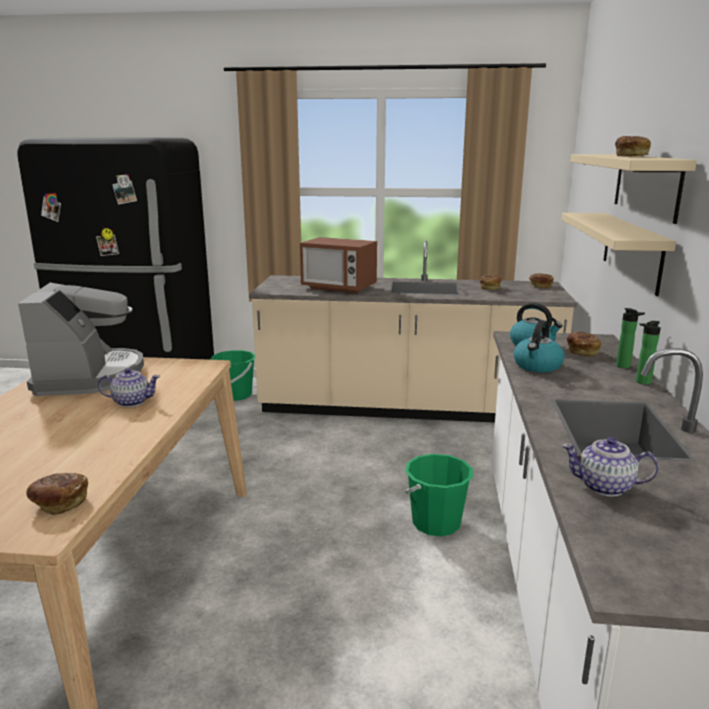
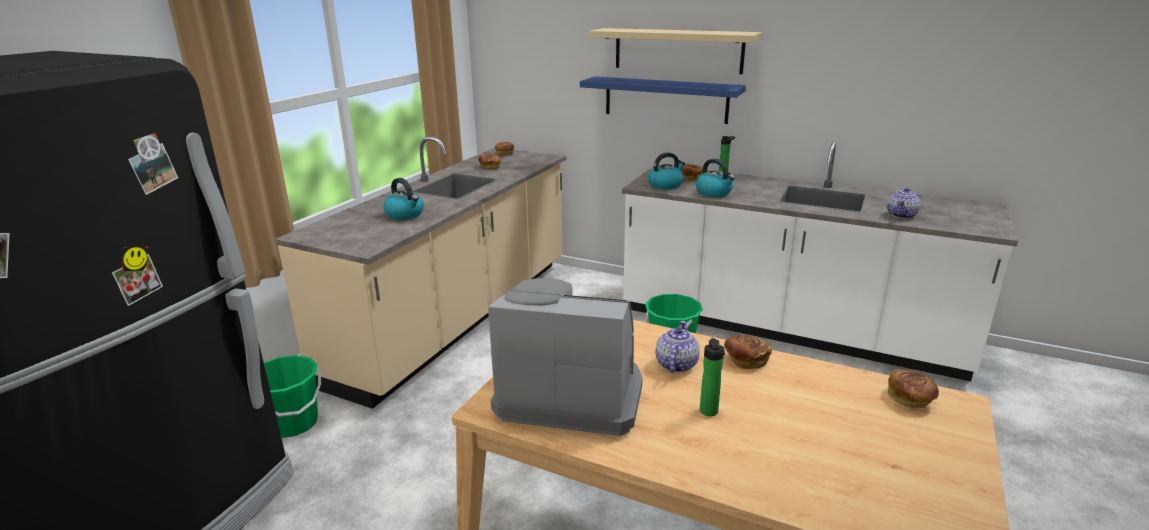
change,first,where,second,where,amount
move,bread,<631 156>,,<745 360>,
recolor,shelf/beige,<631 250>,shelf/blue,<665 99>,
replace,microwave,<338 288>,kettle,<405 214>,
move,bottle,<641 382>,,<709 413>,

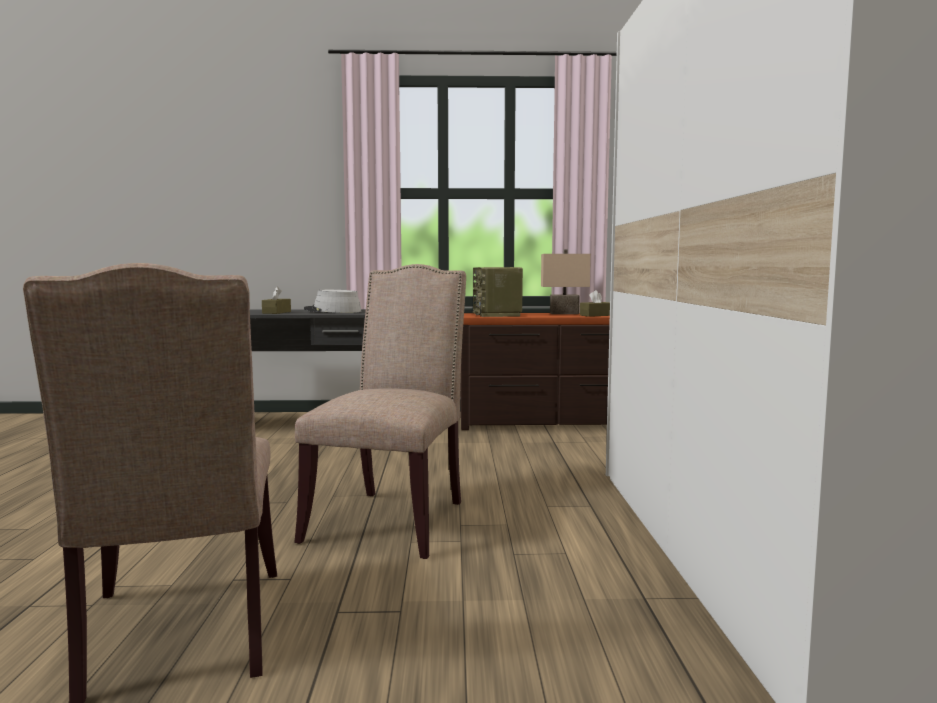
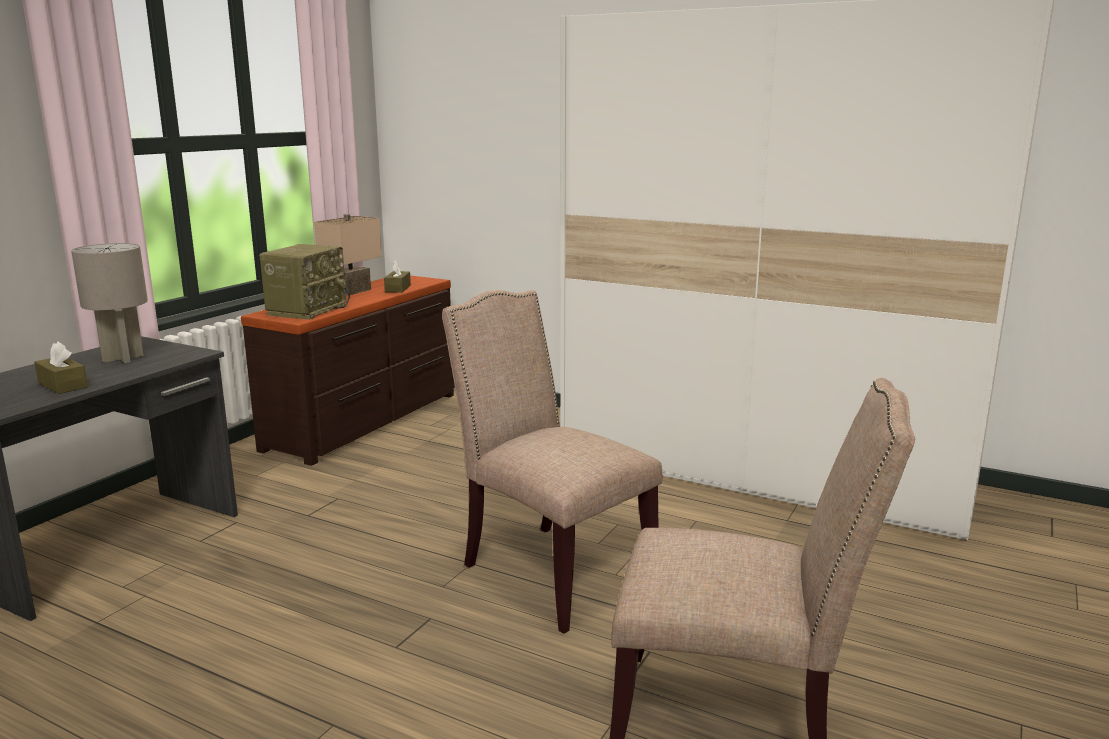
change,first,where,second,where,amount
rotate,radio,<497 314>,,<307 310>,90 degrees counterclockwise
replace,hat/grey,<332 311>,table lamp/grey,<123 358>,

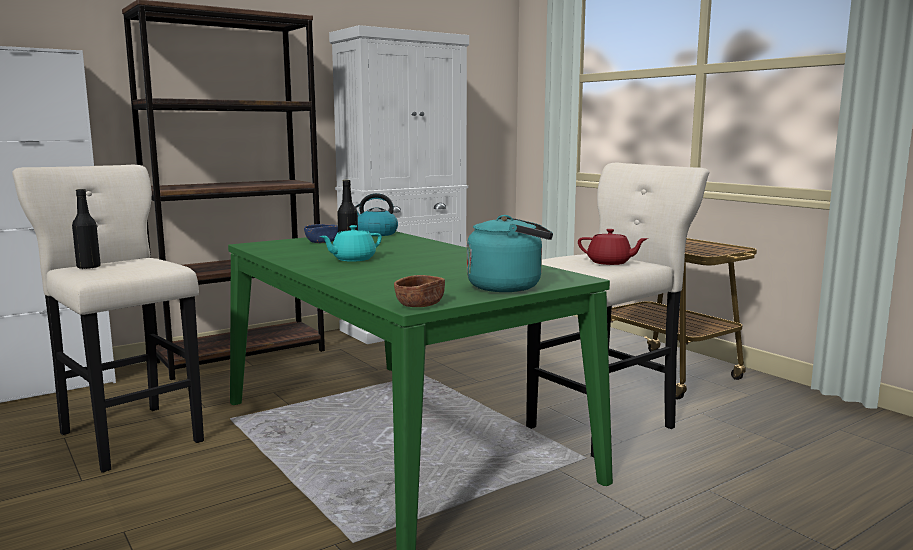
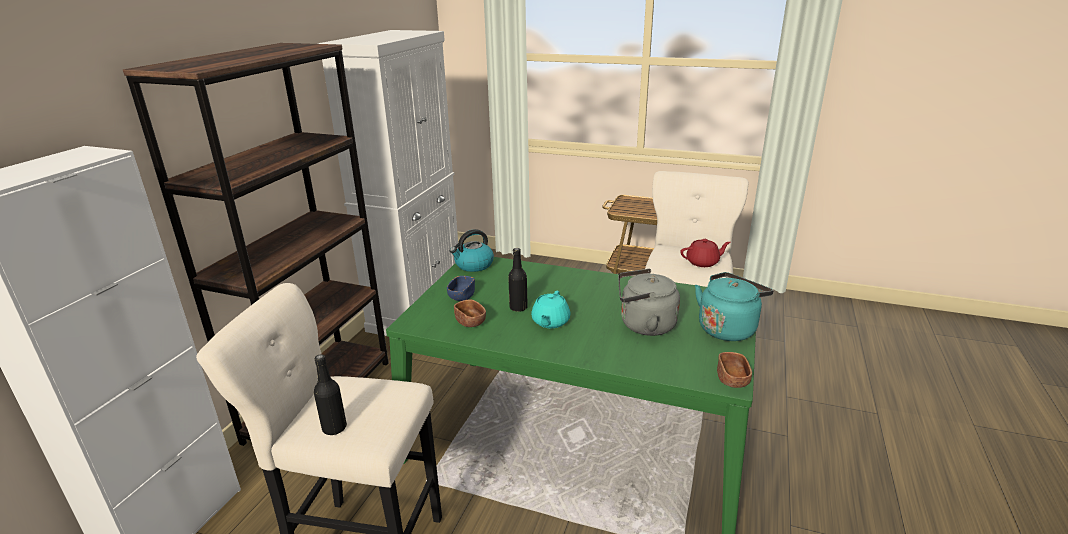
change,first,where,second,where,amount
insert,,,kettle/grey,<644 325>,
insert,,,bowl/brown,<470 322>,

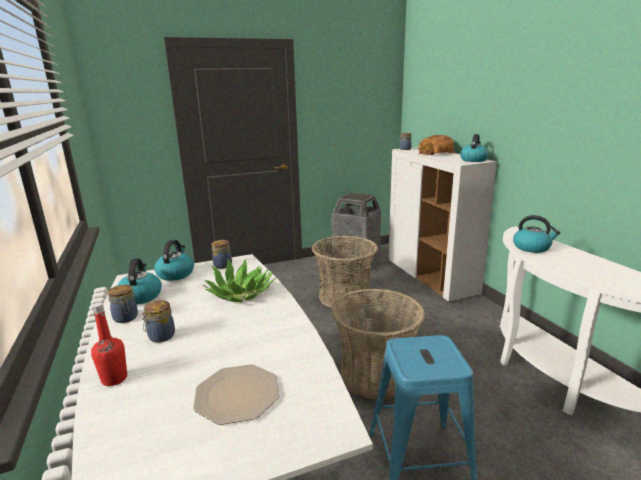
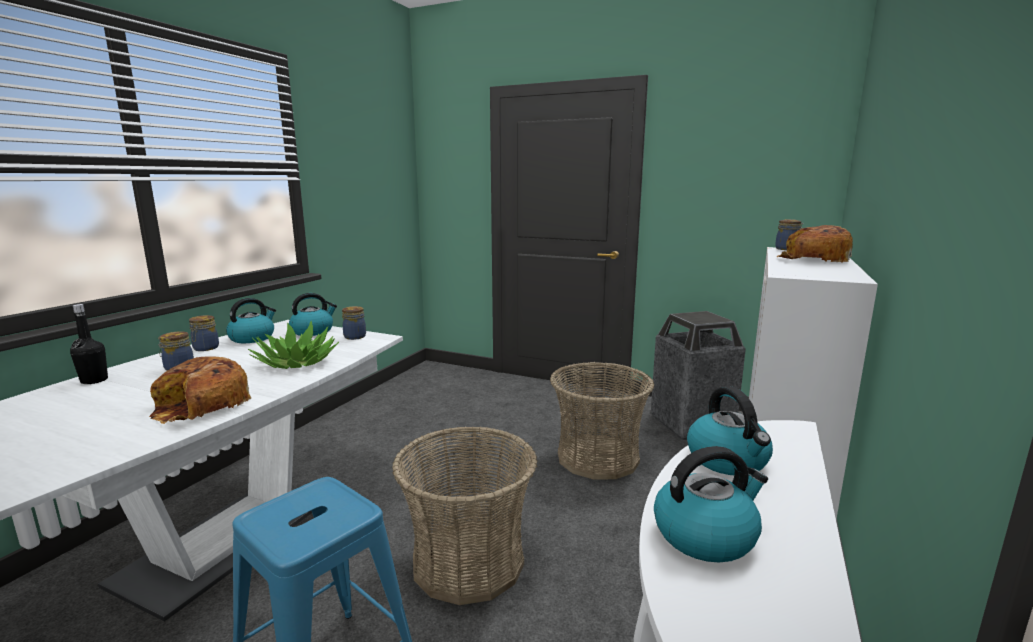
change,first,where,second,where,amount
move,kettle,<473 160>,,<705 534>,
recolor,bottle/red,<114 379>,bottle/black,<94 380>,
delete,plate,<238 394>,,,
insert,,,bread,<201 406>,

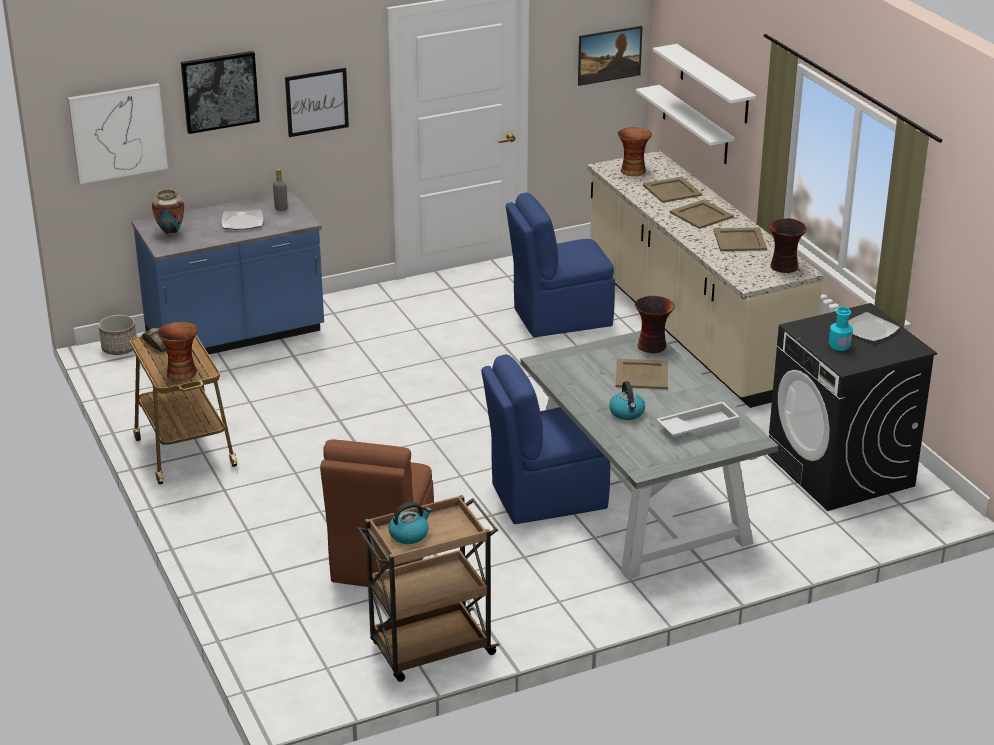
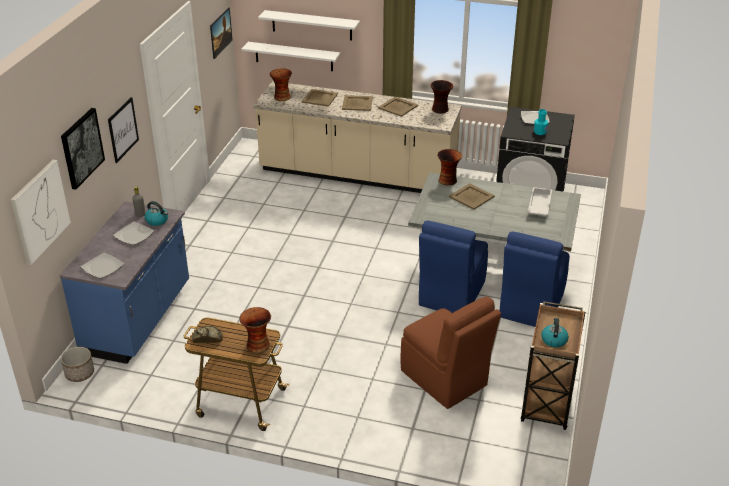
change,first,where,second,where,amount
replace,vase,<170 233>,plate,<103 267>,
move,chair/blue,<560 317>,,<530 306>,
move,kettle,<627 413>,,<157 220>,

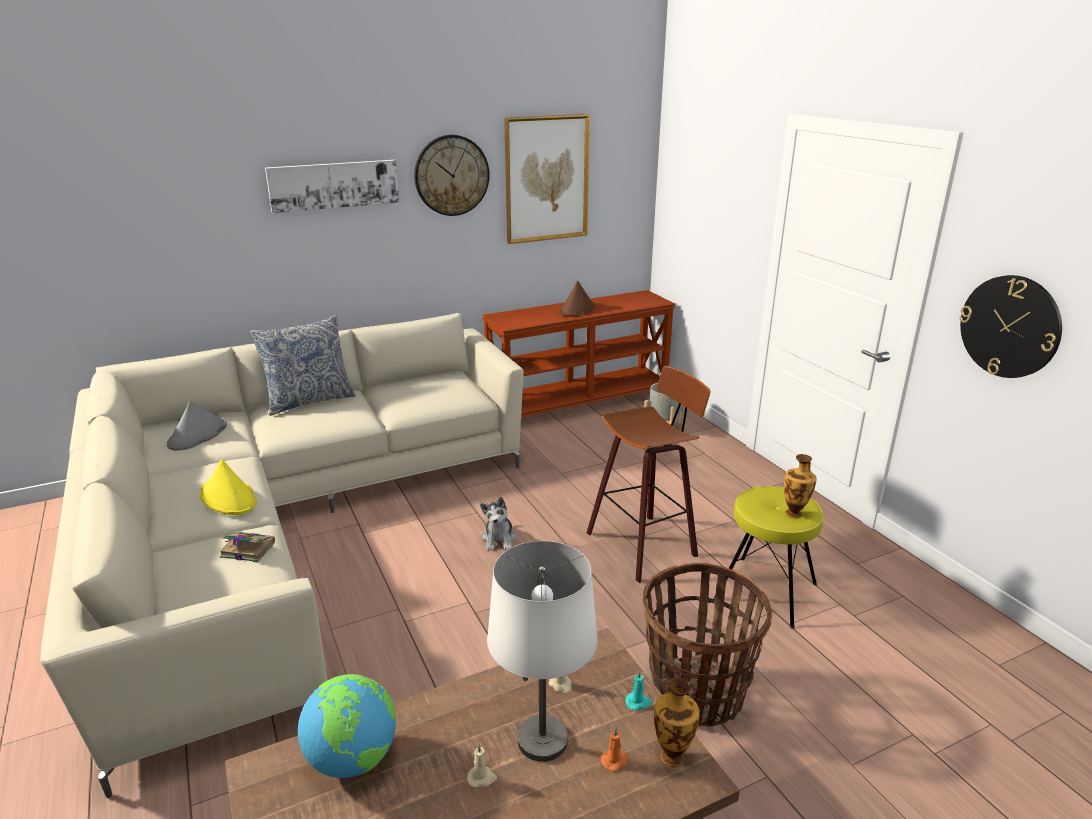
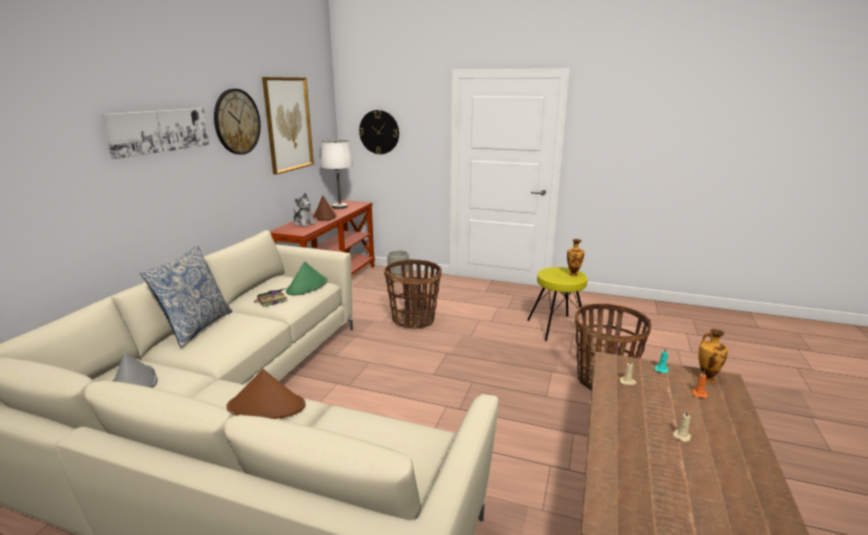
change,first,where,second,where,amount
move,wall clock,<1009 326>,,<379 132>,
delete,stool,<645 544>,,,
recolor,hat/yellow,<228 497>,hat/brown,<267 406>,
move,plush toy,<499 539>,,<304 223>,
move,book,<247 549>,,<271 300>,
move,table lamp/white,<542 740>,,<339 207>,
delete,globe,<353 759>,,,
insert,,,basket,<413 320>,
insert,,,hat/green,<307 286>,

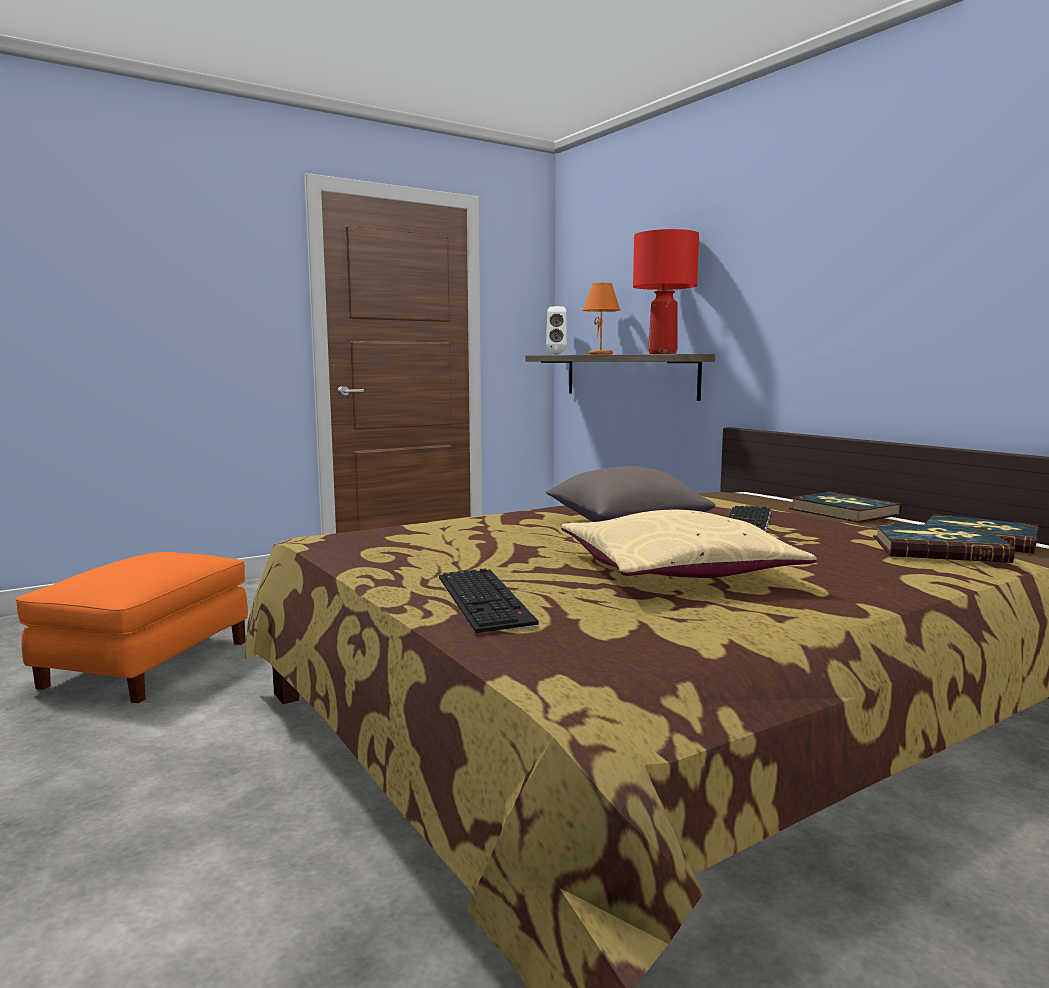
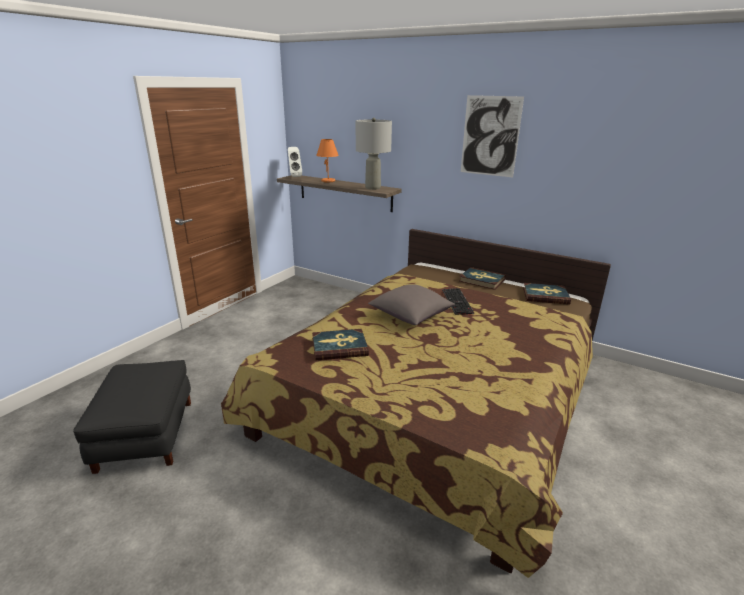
change,first,where,second,where,amount
recolor,table lamp/red,<663 353>,table lamp/grey,<373 188>,
delete,pillow/beige,<676 570>,,,
move,book,<937 549>,,<339 347>,
recolor,ottoman/orange,<147 663>,ottoman/black,<145 434>,
delete,keyboard,<487 600>,,,
insert,,,picture,<490 136>,

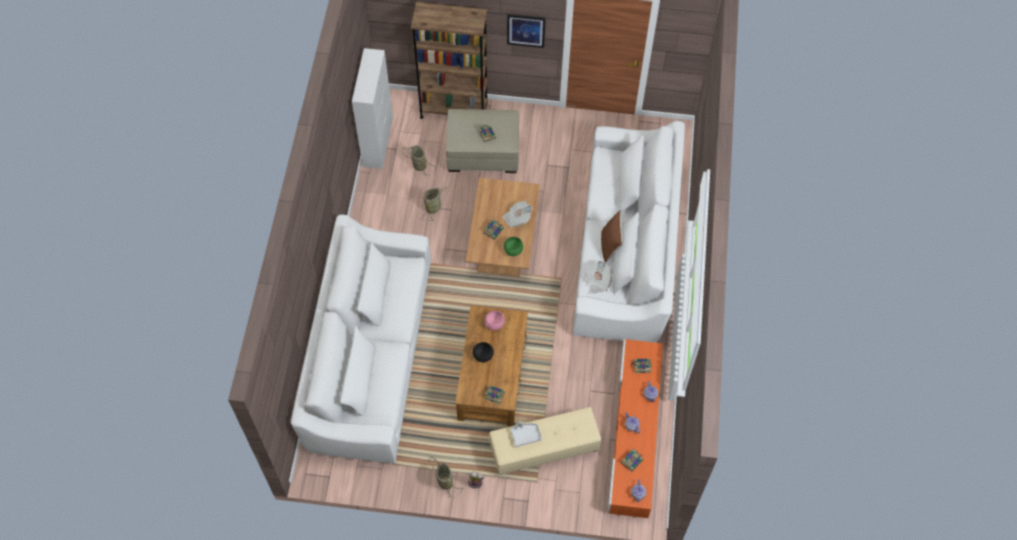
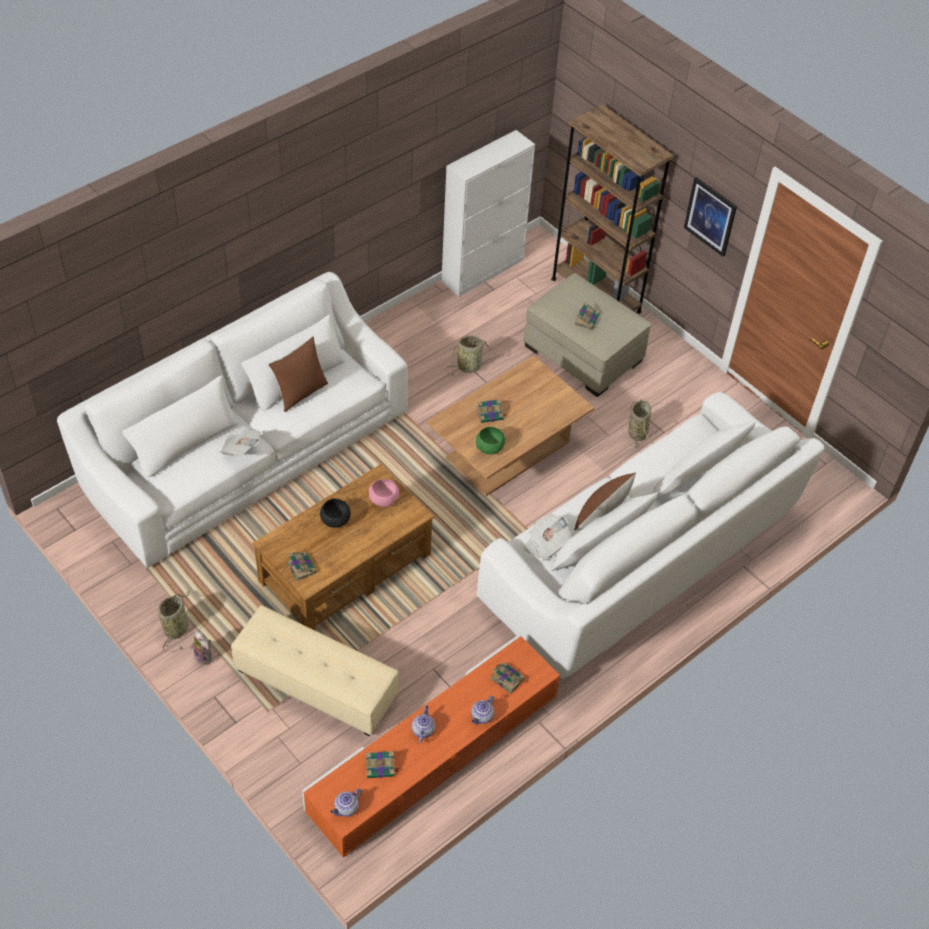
change,first,where,second,where,amount
move,basket,<418 165>,,<637 432>,
move,newspaper,<517 218>,,<241 449>,
delete,tray/grey,<525 435>,,,
insert,,,pillow/brown,<300 392>,

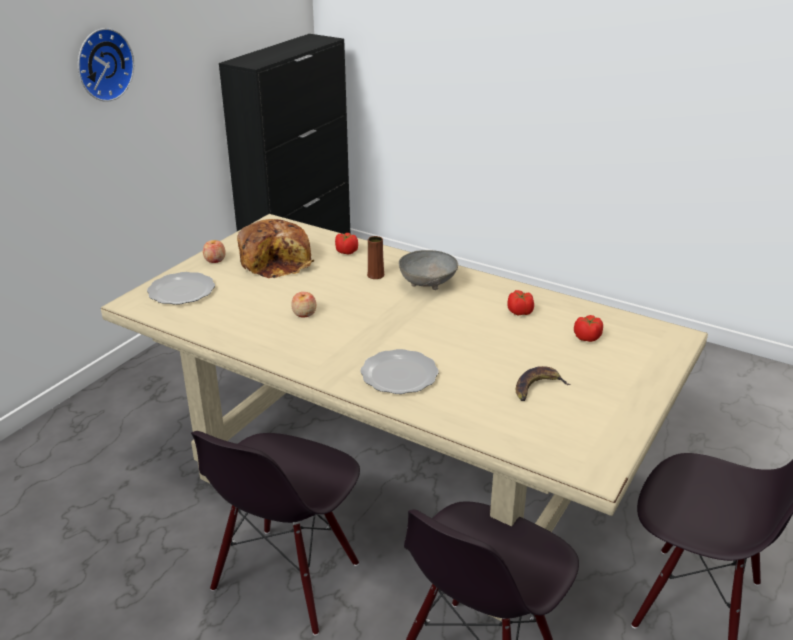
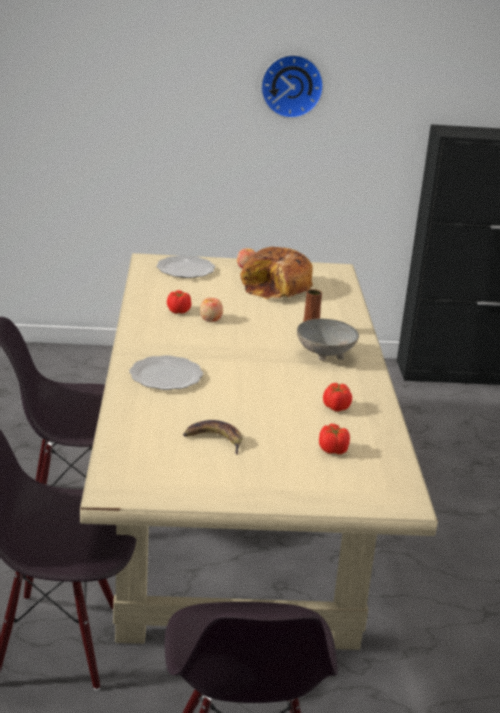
change,first,where,second,where,amount
move,tomato,<346 251>,,<178 311>,

